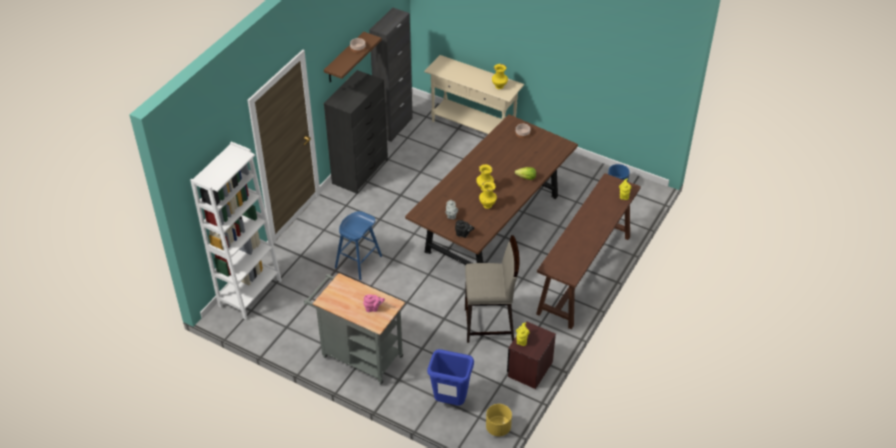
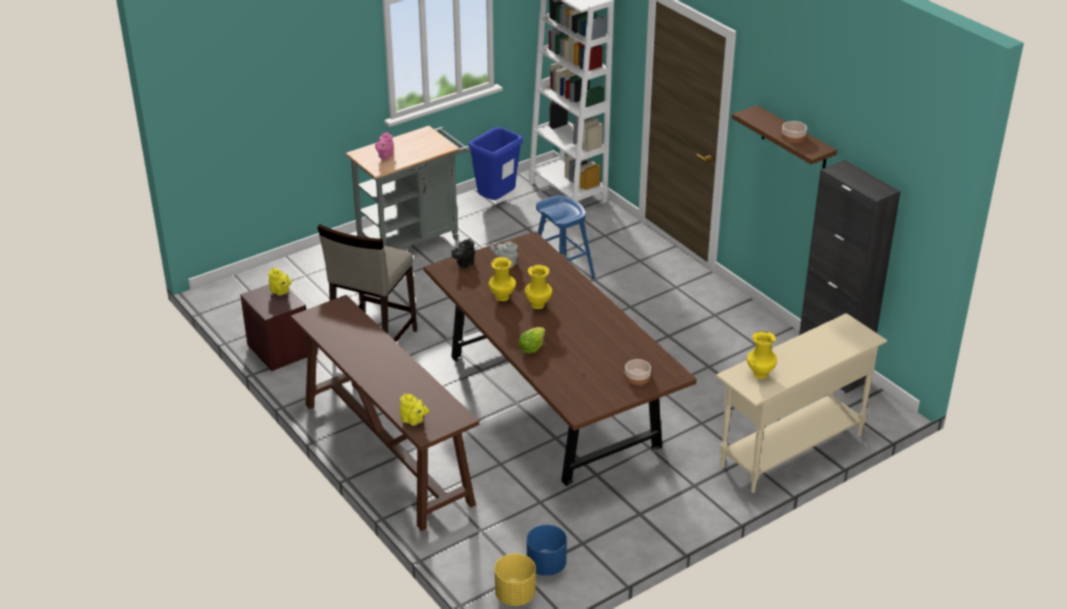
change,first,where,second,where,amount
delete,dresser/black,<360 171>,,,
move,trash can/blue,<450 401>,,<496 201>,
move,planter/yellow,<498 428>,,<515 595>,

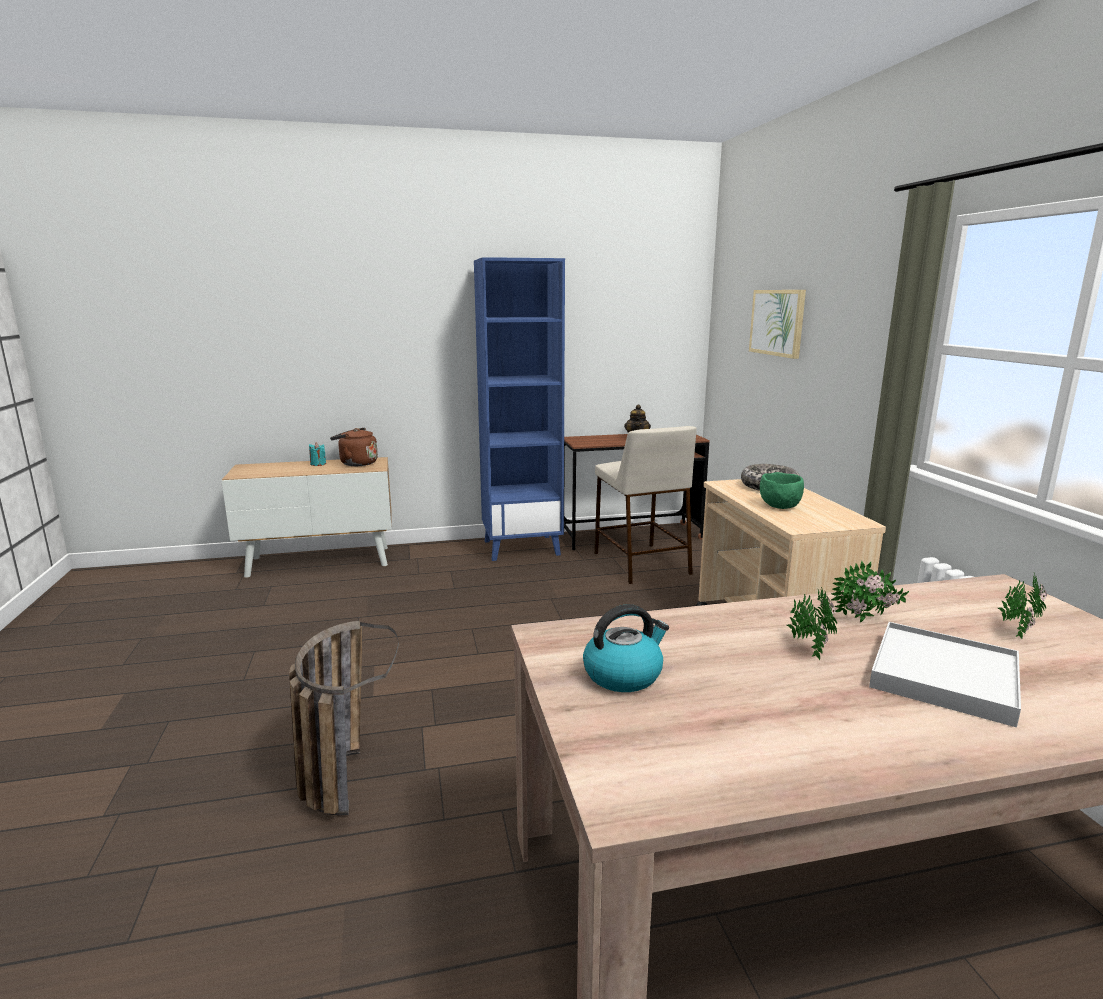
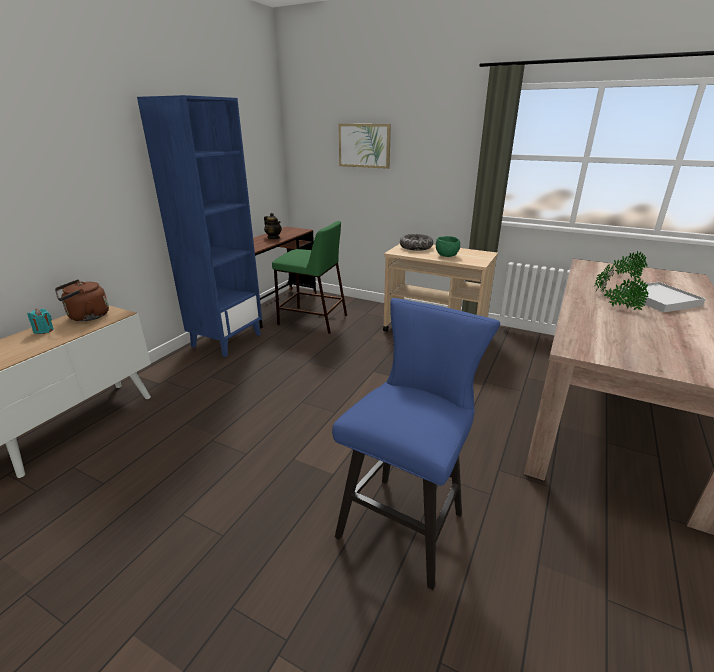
change,first,where,second,where,amount
recolor,stool/beige,<640 562>,stool/green,<312 320>,
delete,kettle,<623 674>,,,
replace,basket,<341 770>,stool/blue,<406 520>,

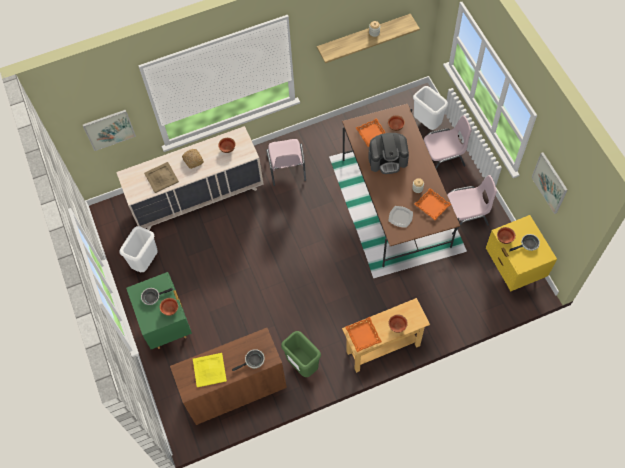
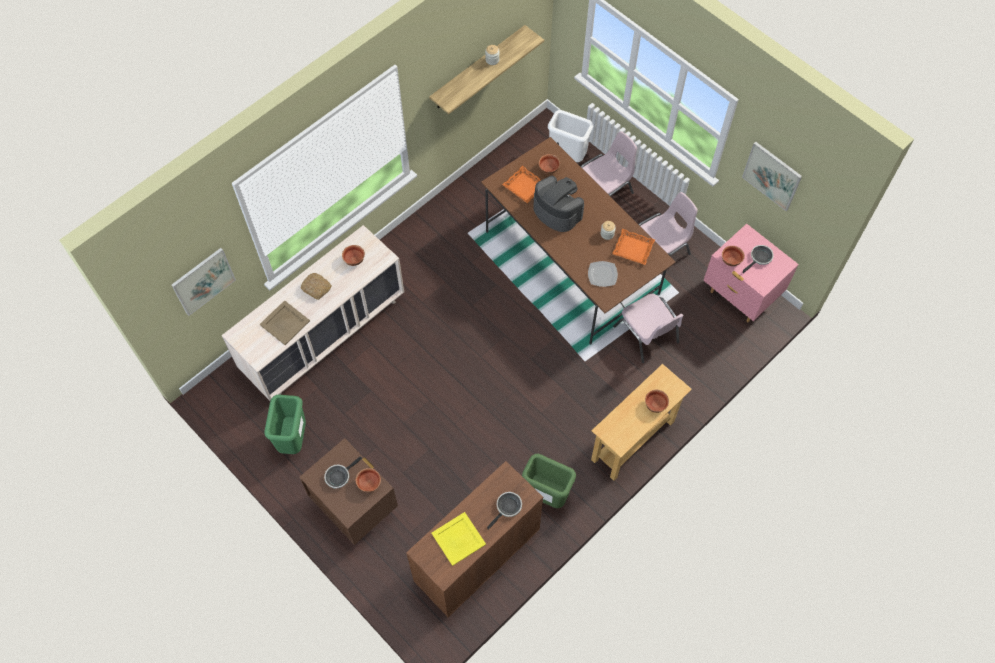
change,first,where,second,where,amount
rotate,coffee machine,<388 160>,,<557 211>,105 degrees counterclockwise
move,chair/pink,<287 168>,,<647 335>,
recolor,nightstand/yellow,<513 270>,nightstand/pink,<740 296>,
recolor,trash can/white,<145 262>,trash can/green,<292 439>,
recolor,nightstand/green,<166 325>,nightstand/brown,<355 508>,
delete,tray/orange,<363 335>,,,

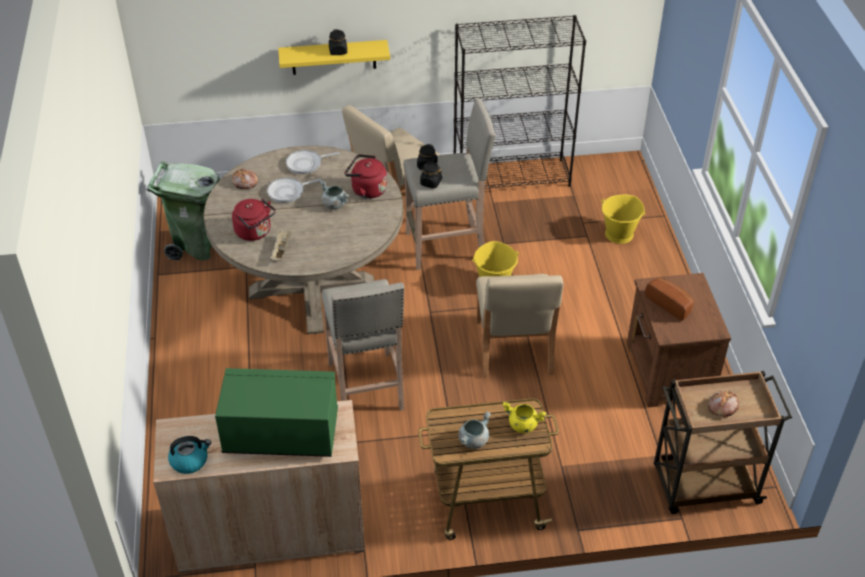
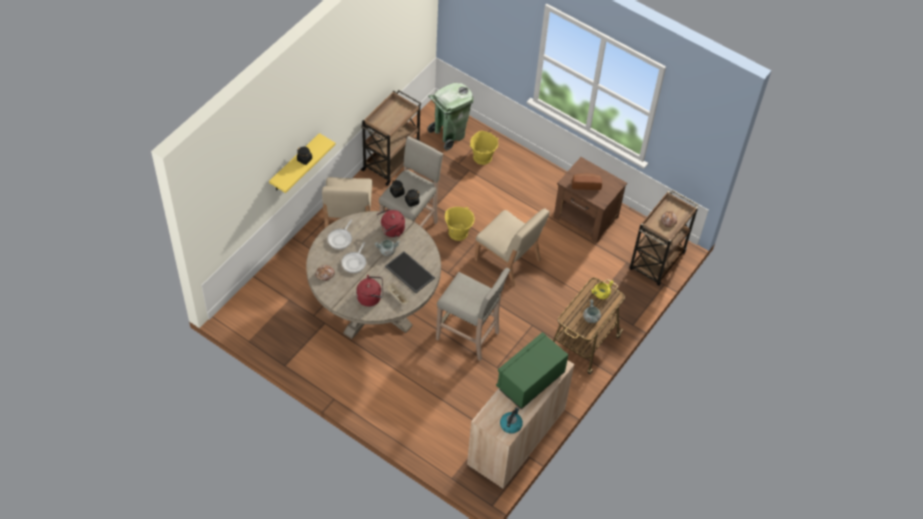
change,first,where,second,where,amount
replace,bookcase/black,<512 177>,cart/brown,<391 161>,
move,trash can/green,<196 246>,,<449 135>,
insert,,,tray,<409 272>,

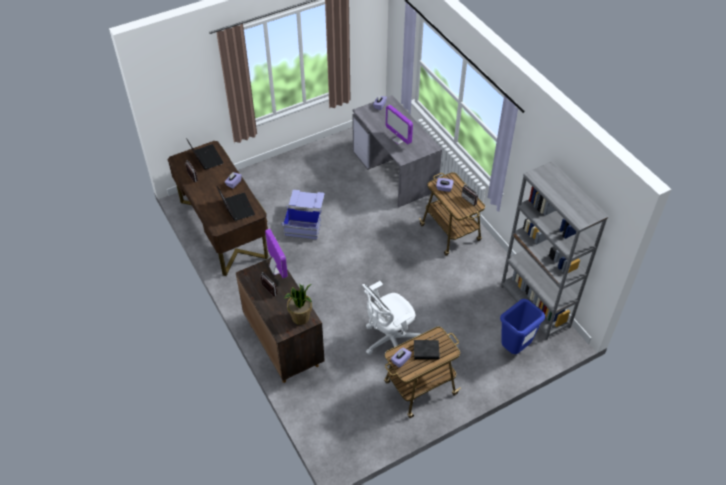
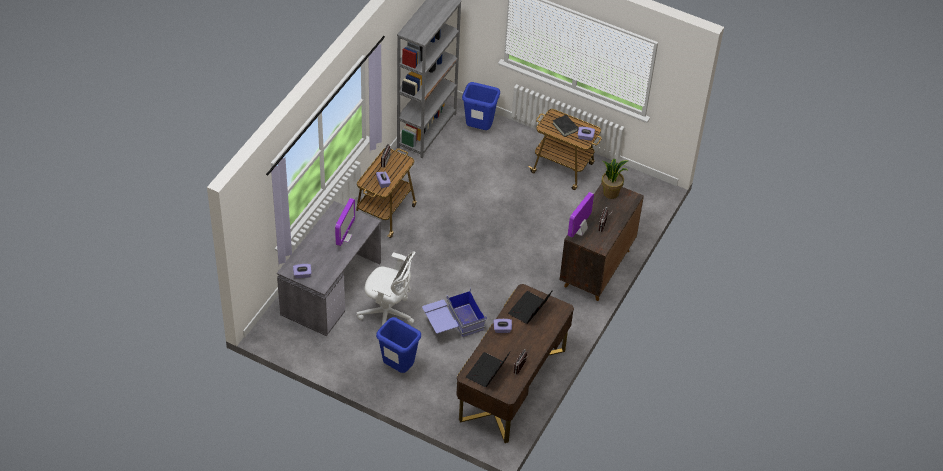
change,first,where,second,where,amount
move,office chair/white,<389 340>,,<388 314>,
insert,,,trash can/blue,<398 367>,

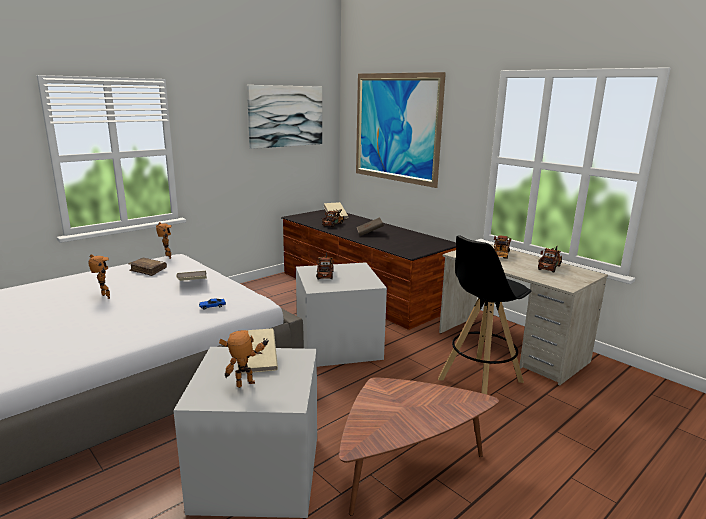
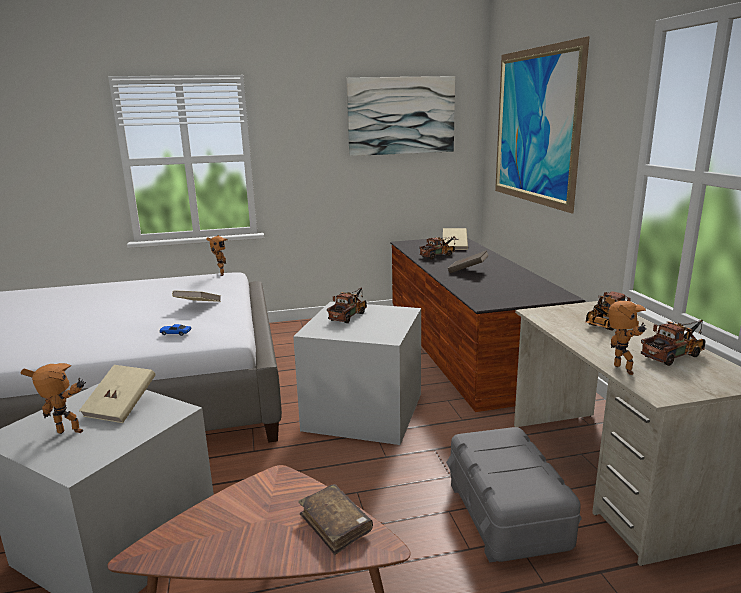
change,first,where,second,where,amount
replace,stool/black,<479 380>,storage box/grey,<506 514>,
move,toy robot,<104 297>,,<620 370>,
move,book/brown,<148 270>,,<335 525>,

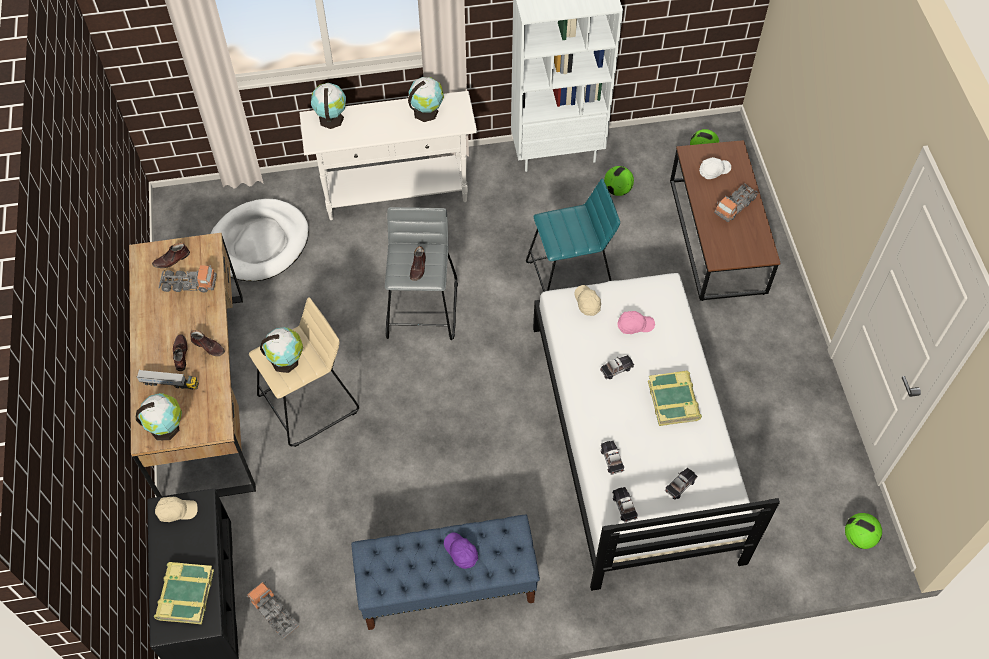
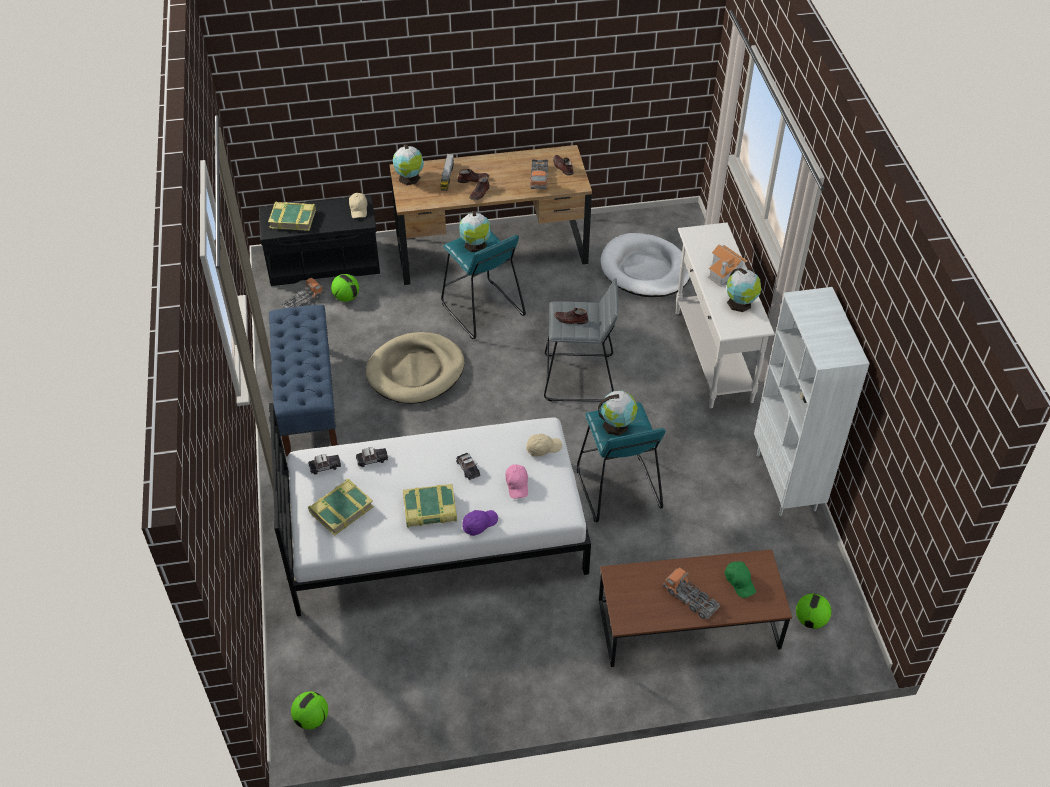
change,first,where,second,where,amount
move,globe,<331 118>,,<617 425>,
recolor,cap/white,<713 170>,cap/green,<739 582>,
move,football,<617 190>,,<346 297>,
recolor,stool/beige,<309 403>,stool/turquoise,<482 310>,
replace,toy car,<680 485>,book,<341 509>,
move,cap/purple,<461 552>,,<479 524>,
insert,,,toy house,<724 273>,
insert,,,dog bed/beige,<416 371>,

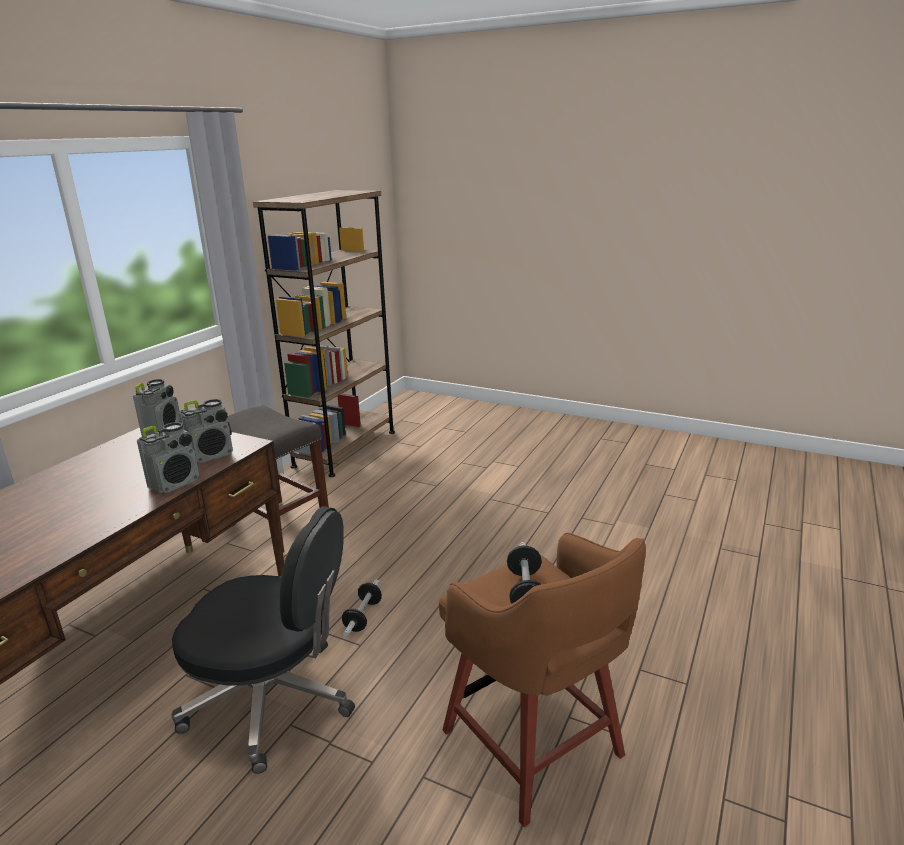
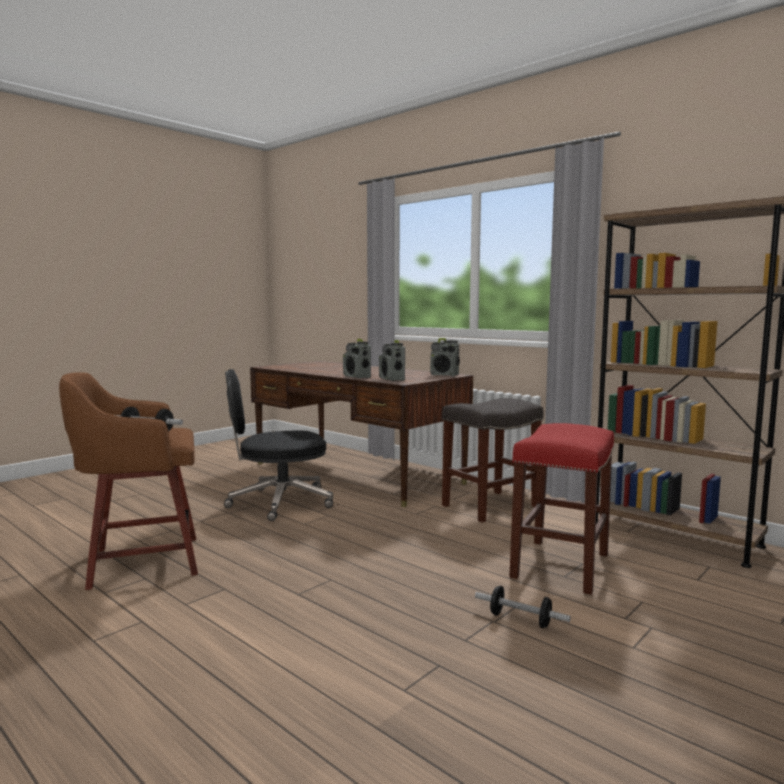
change,first,where,second,where,amount
rotate,office chair/black,<273 701>,,<278 502>,45 degrees clockwise
move,dumbbell,<363 616>,,<520 620>,
insert,,,stool/red,<561 566>,

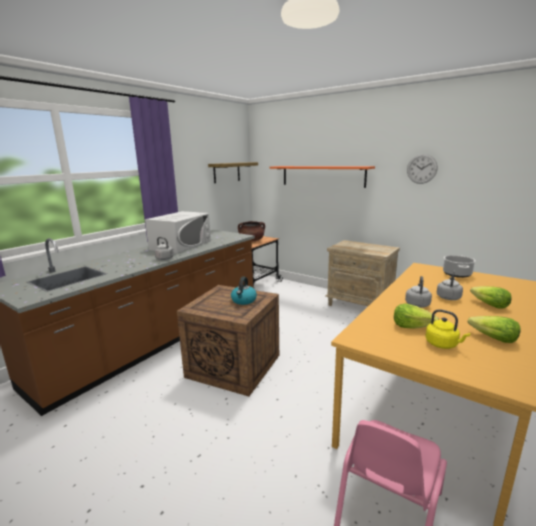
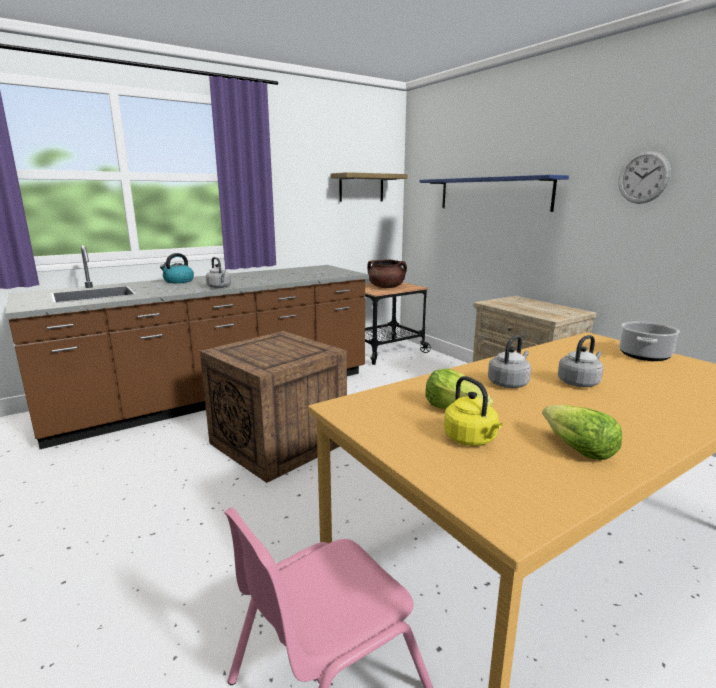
change,first,where,second,where,amount
recolor,shelf/orange,<322 176>,shelf/blue,<493 194>,
delete,microwave/white,<181 245>,,,
move,kettle,<244 300>,,<178 281>,
delete,lettuce,<489 305>,,,

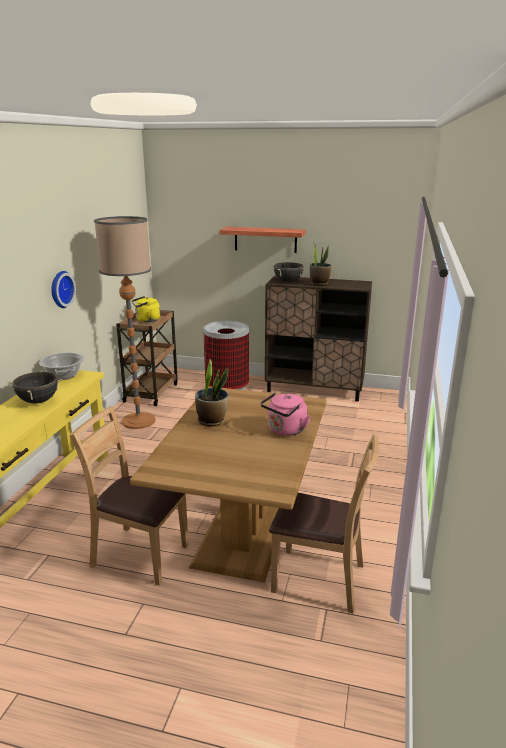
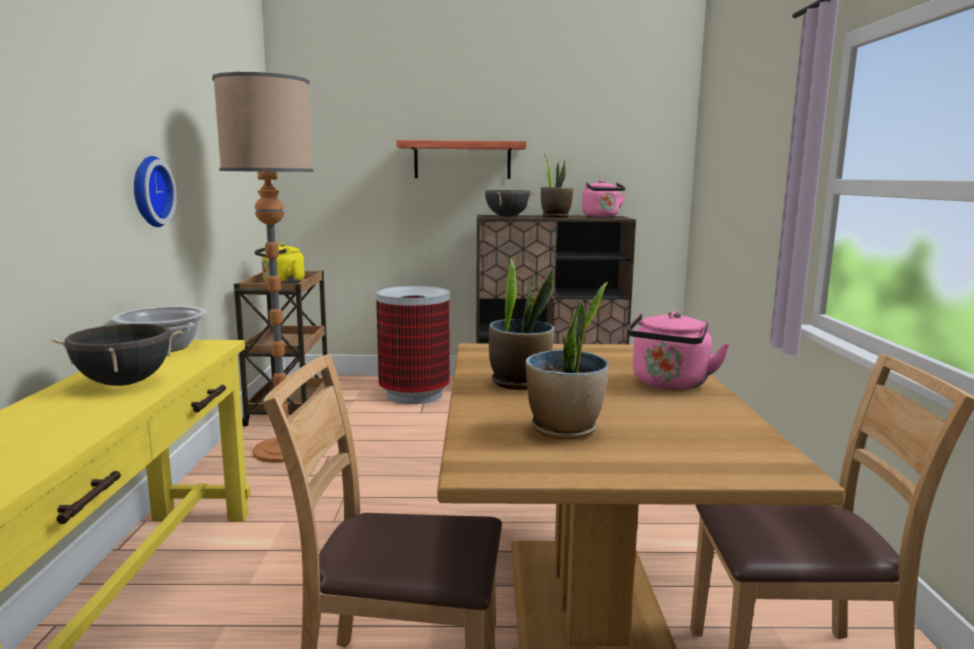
change,first,where,second,where,amount
insert,,,kettle/pink,<601 216>,
insert,,,potted plant,<565 429>,

